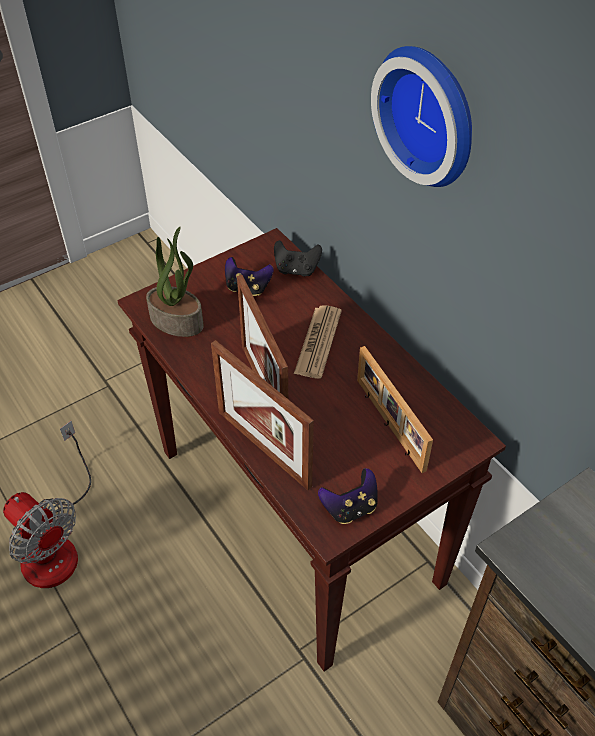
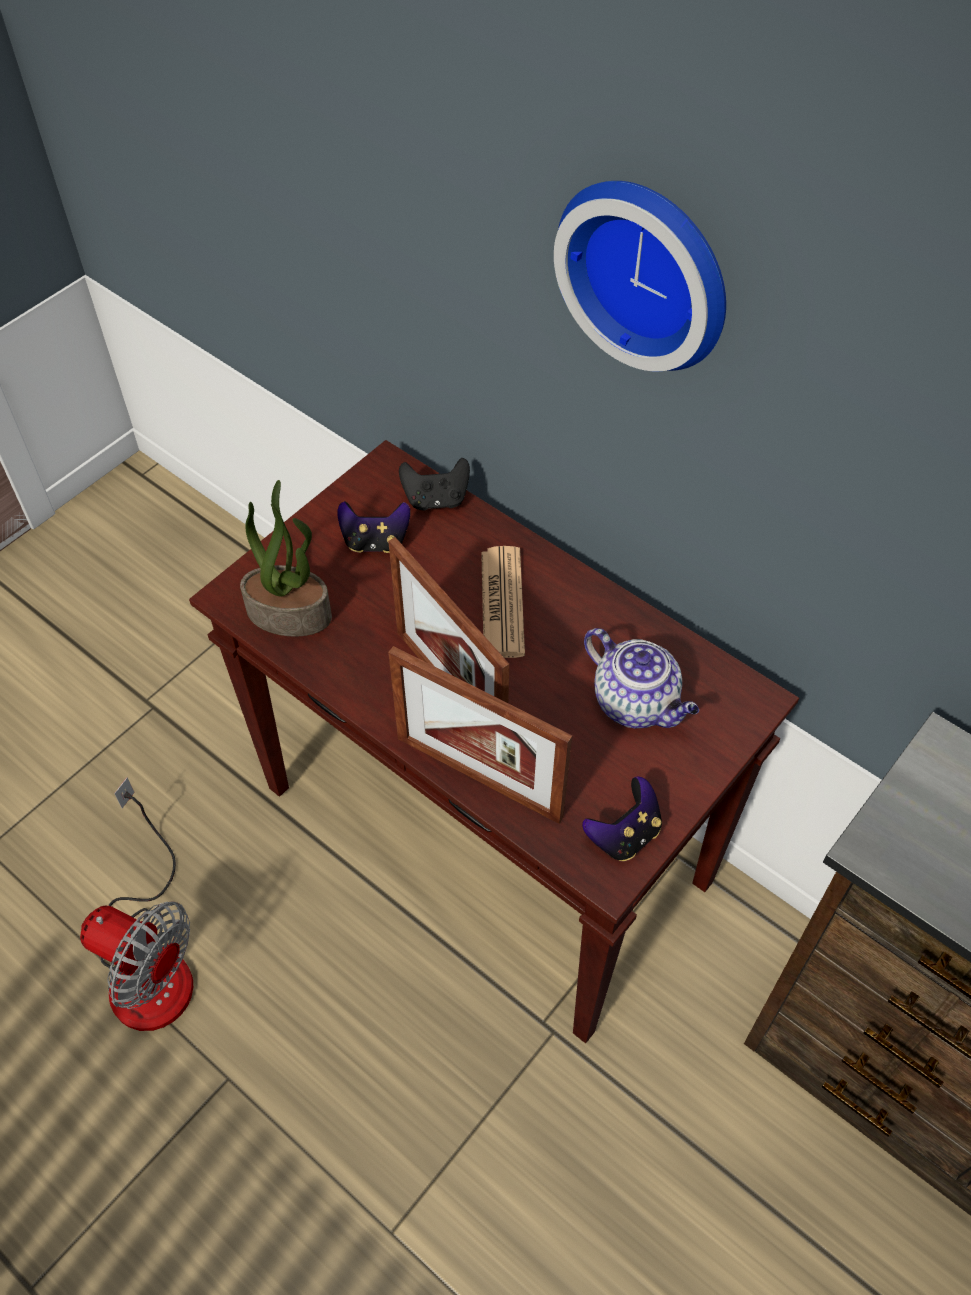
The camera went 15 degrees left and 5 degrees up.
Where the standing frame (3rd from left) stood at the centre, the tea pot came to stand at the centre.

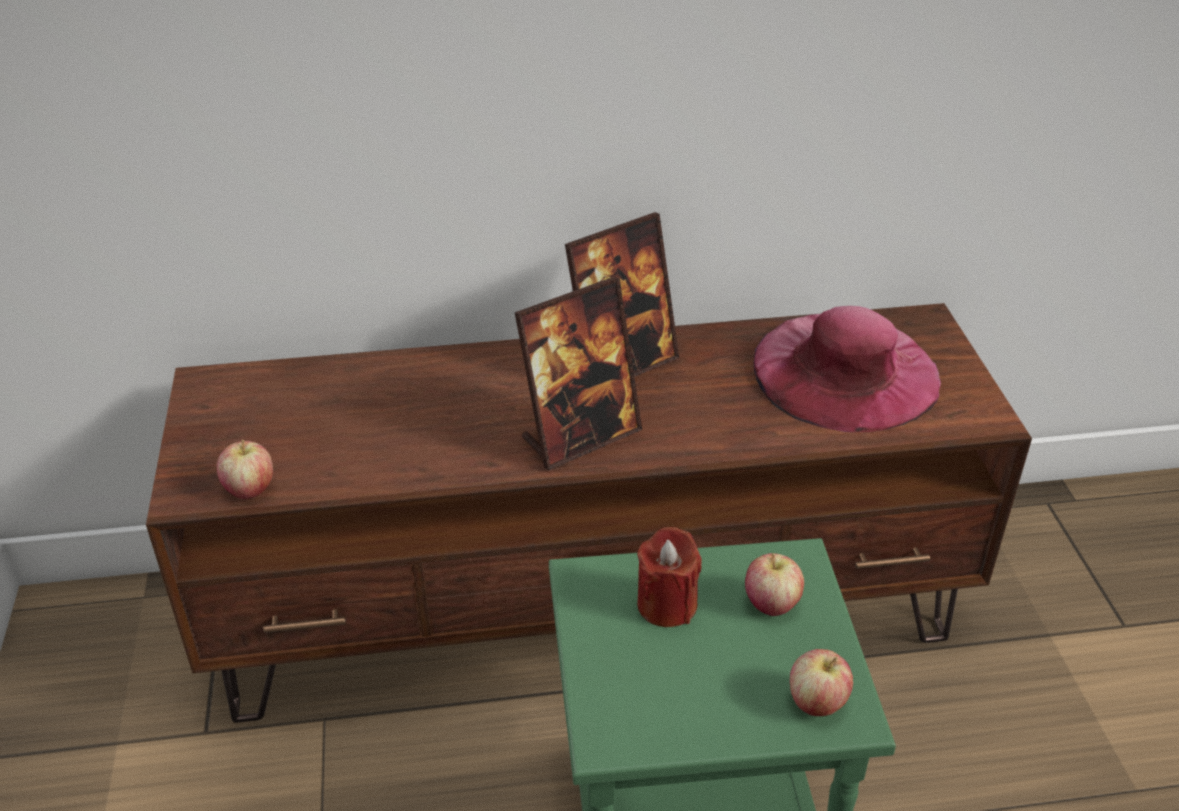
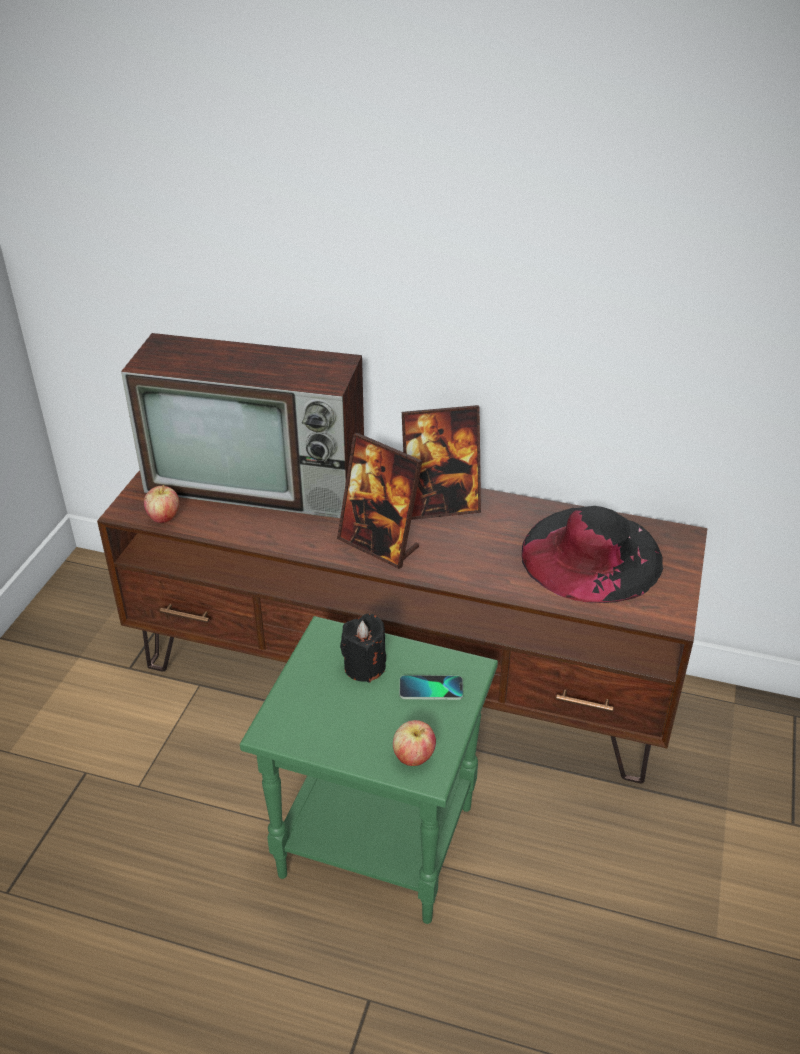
The camera went 25 degrees right and 0 degrees up.
The second view gained the television at the middle left.
The standing frame (1st from left) at the centre ended up facing another way, 45 degrees clockwise from before.
What was the reddish wax candle at the bottom centre turned into the black wax candle at the centre.
Where the whole apple (2nd from left) stood at the bottom centre, the phone came to stand at the centre.
What was the pinkish wearable hat at the middle right turned into the black wearable hat at the middle right.

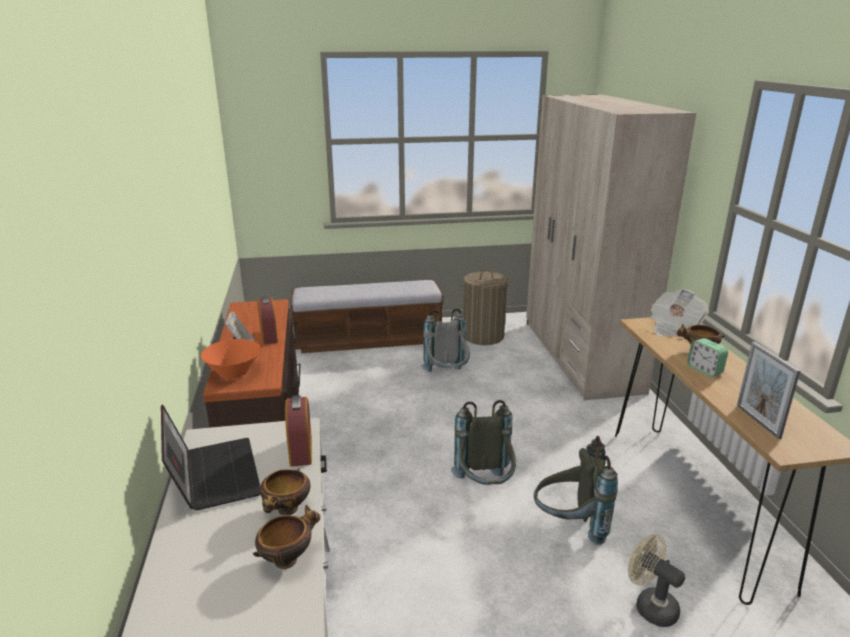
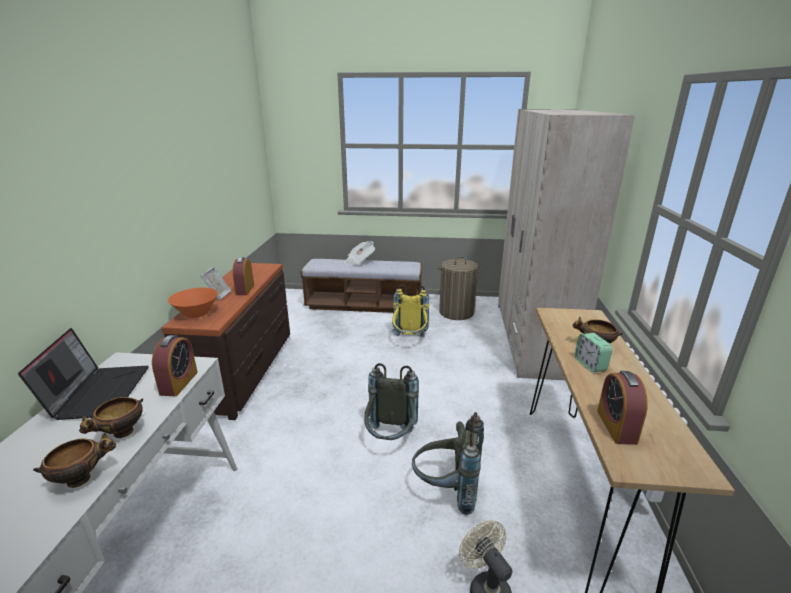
The camera went 15 degrees right and 0 degrees up.
The newspaper ended up elsewhere, having gone from the middle right to the centre.
What was the grey rucksack (1st from left) at the centre turned into the yellowish rucksack at the centre.
Where the standing frame (2nd from left) stood at the middle right, the alarm clock (4th from left) came to stand at the bottom right.

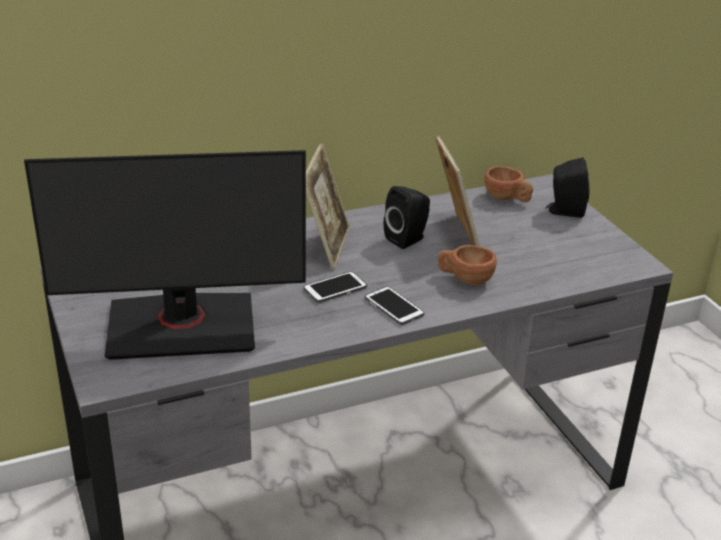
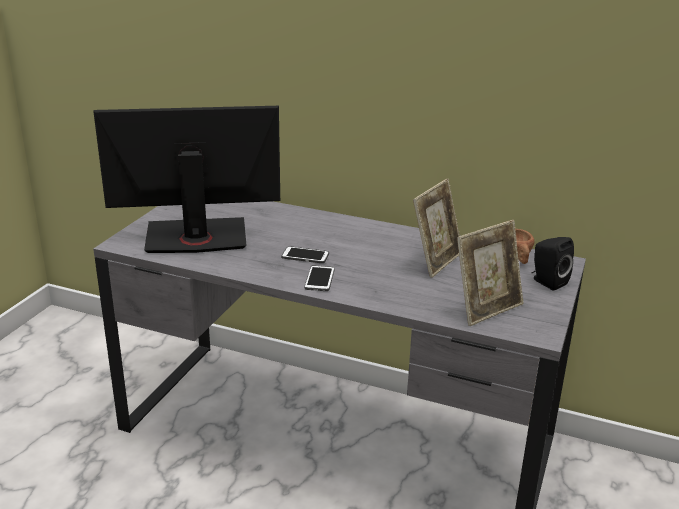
The camera went 45 degrees right and 5 degrees down.
The computer display at the middle left ended up facing another way, 135 degrees clockwise from before.
The standing frame (1st from left in the first image) ended up elsewhere, having gone from the centre to the middle right.
The second view lost the black loudspeaker (1st from left) at the centre.
The second view lost the brownish cup (1st from left) at the centre.

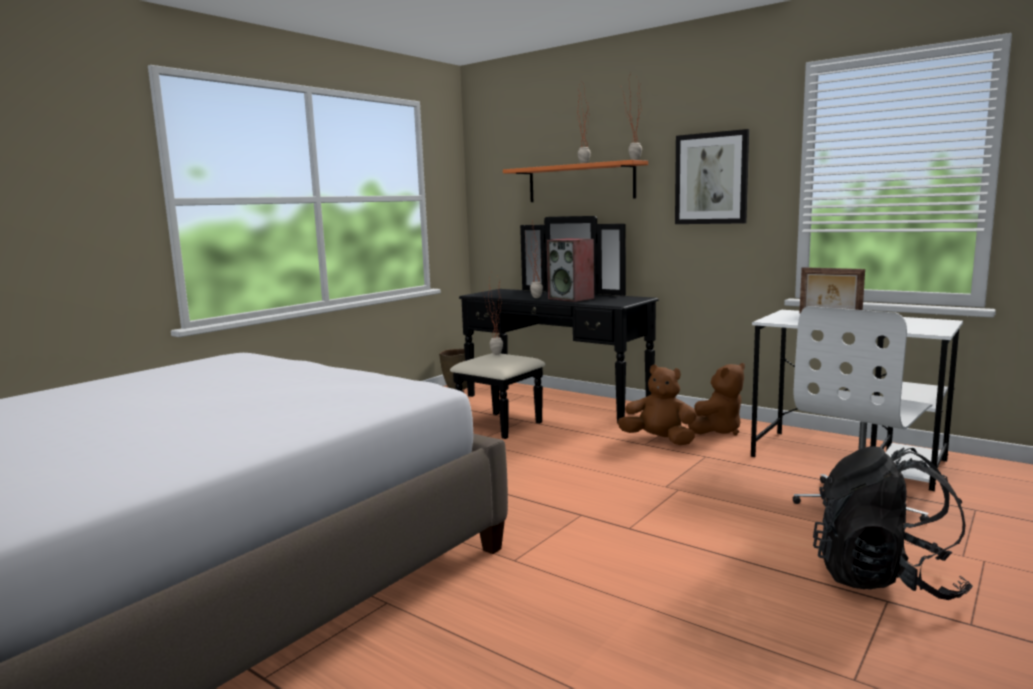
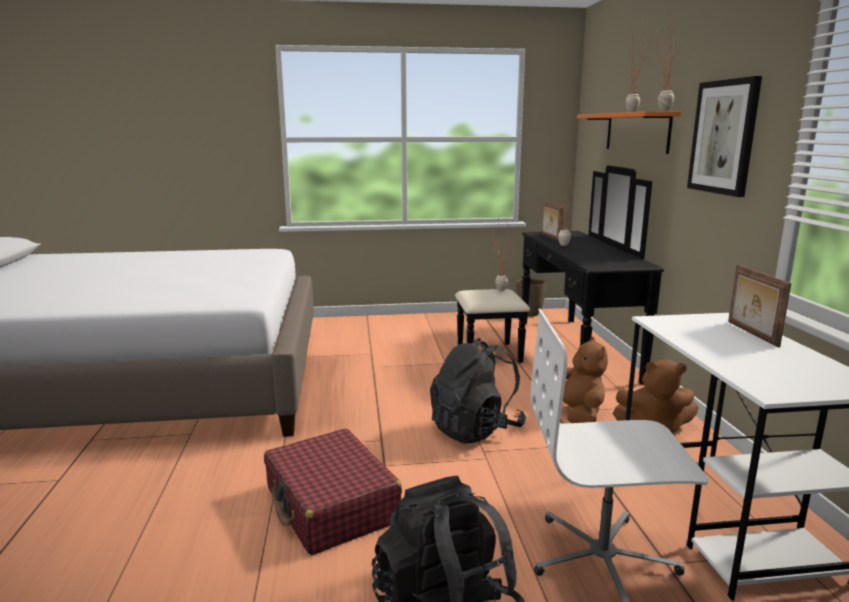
The camera went 45 degrees right and 5 degrees up.
The second view gained the reddish travel case at the bottom centre.
The second view gained the black rucksack (2nd from left) at the centre.
The second view gained the standing frame (1st from left) at the centre.
The second view lost the loudspeaker at the centre.

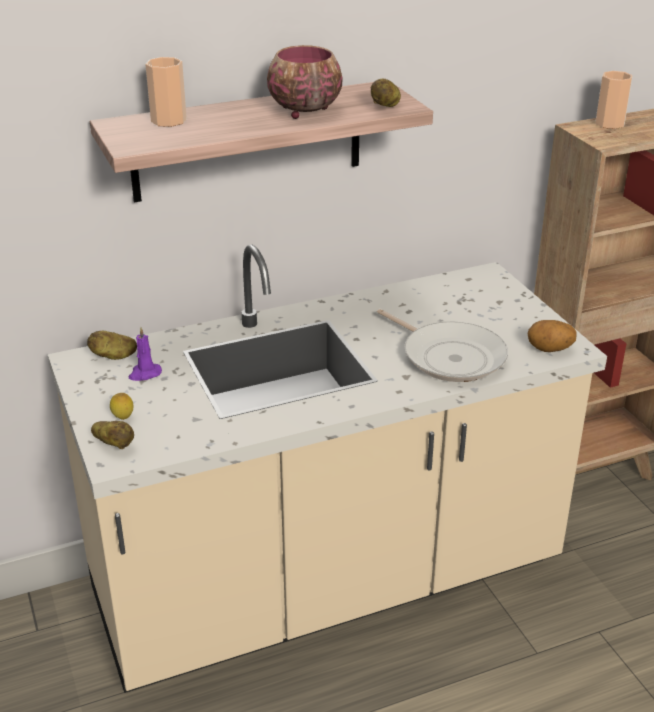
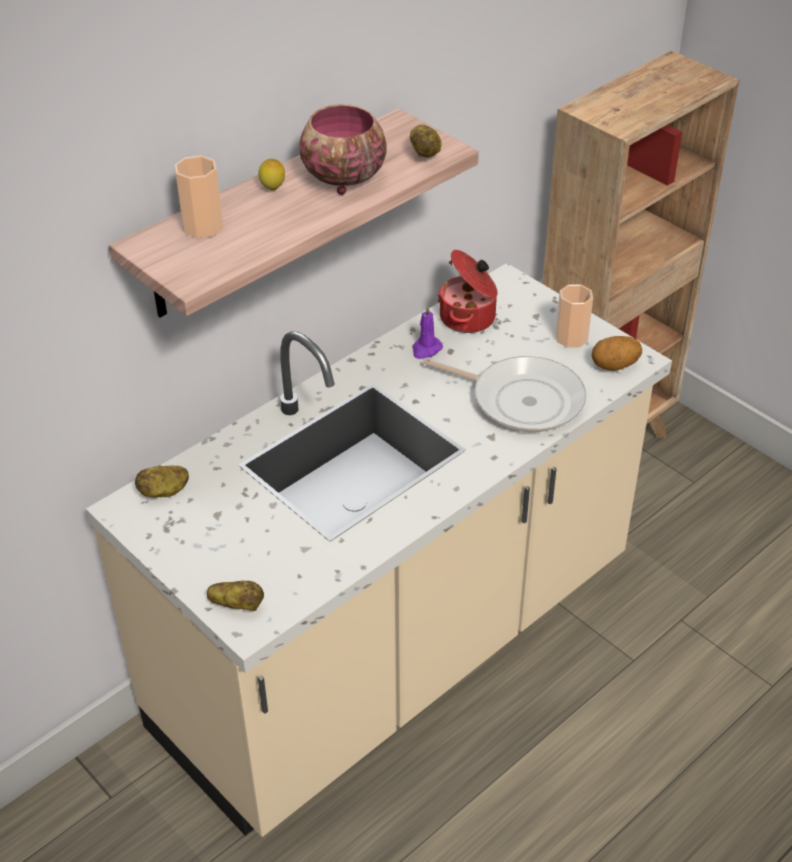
The camera went 20 degrees left and 10 degrees up.
The lemon ended up elsewhere, having gone from the middle left to the top centre.
The purple wax candle ended up elsewhere, having gone from the middle left to the centre.
The second view gained the saucepot at the centre.
The cup (2nd from left) ended up elsewhere, having gone from the top right to the middle right.

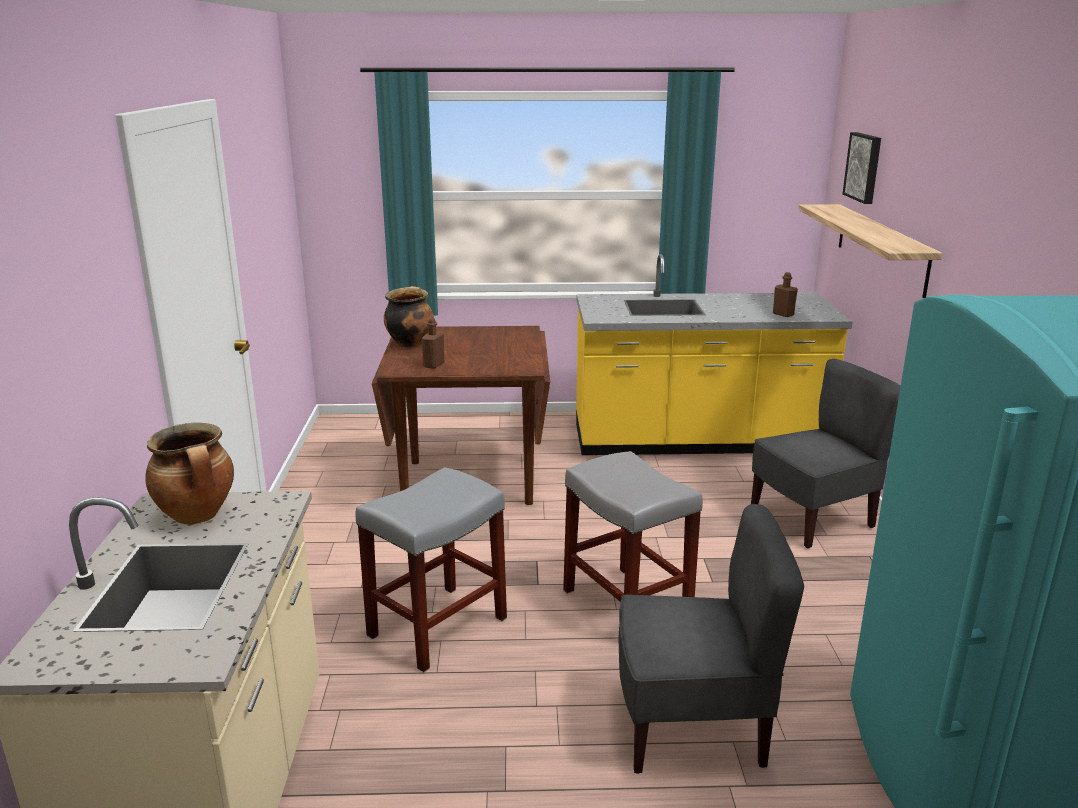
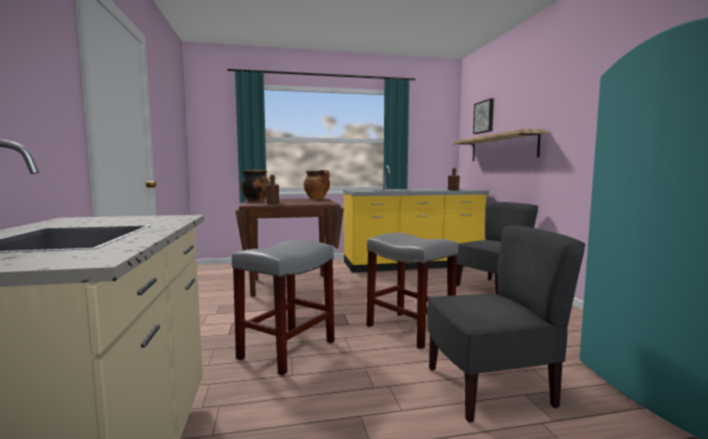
The camera went 10 degrees left and 15 degrees down.
The saucepot (1st from left in the first image) ended up elsewhere, having gone from the middle left to the centre.

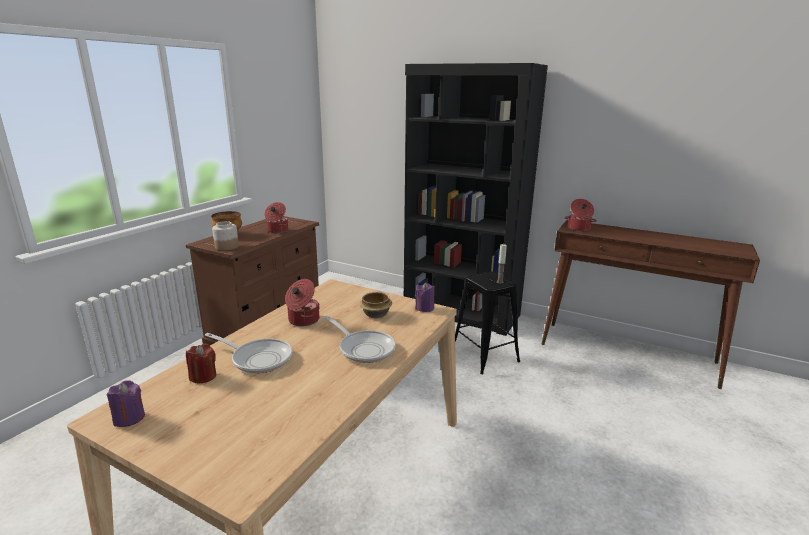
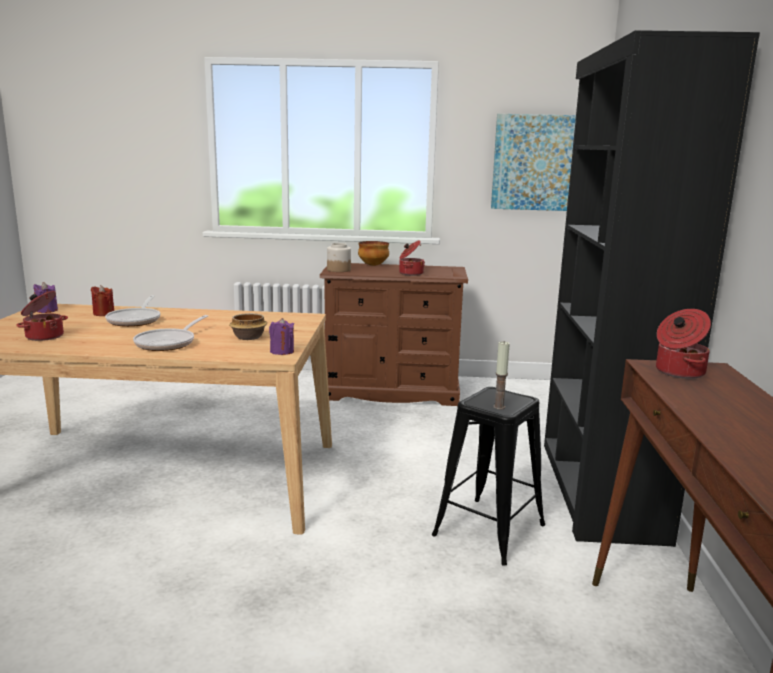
The camera went 65 degrees right and 5 degrees down.
The saucepot (2nd from left in the first image) ended up elsewhere, having gone from the centre to the middle left.
The second view gained the picture at the top right.

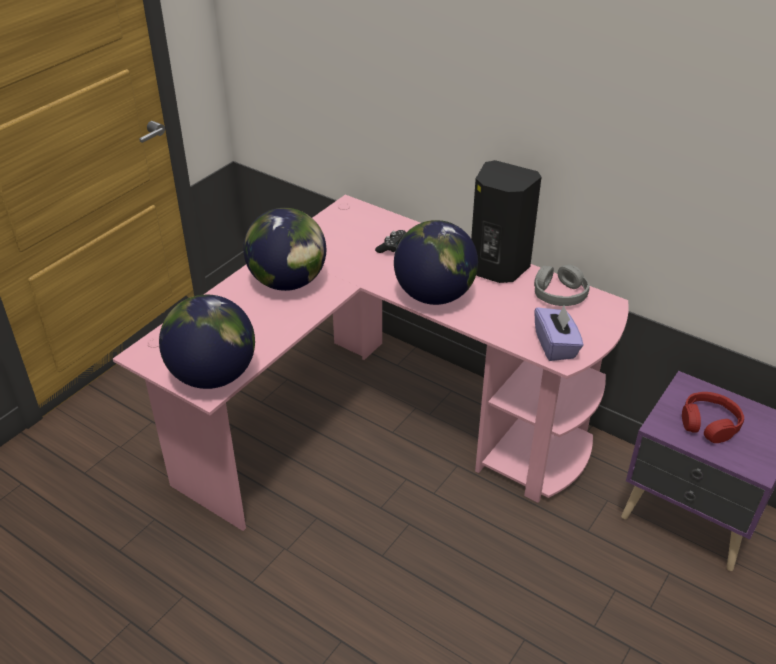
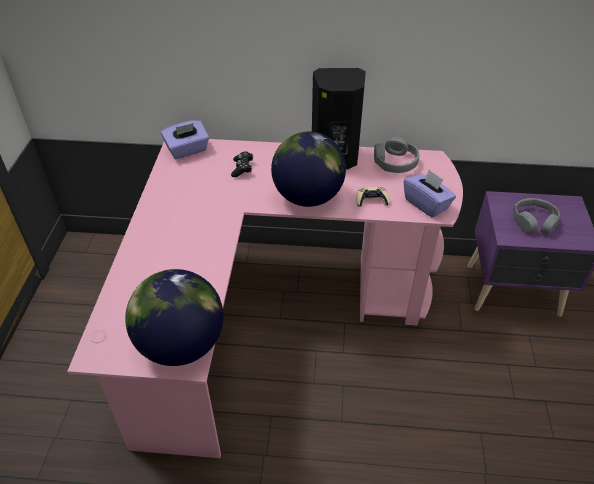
The camera went 30 degrees left and 5 degrees up.
The second view gained the purple tissue holder (1st from left) at the top left.
The second view gained the sand-coloured gamepad at the centre.
What was the reddish headset at the middle right turned into the grey headset (2nd from left) at the middle right.
The second view lost the globe (2nd from left) at the centre.

